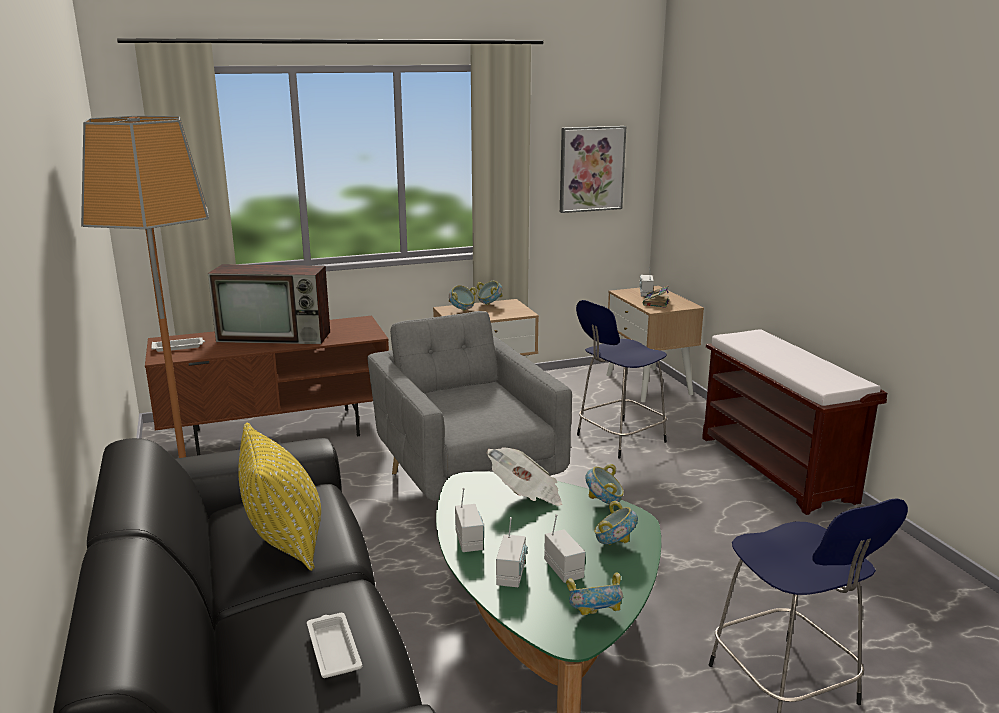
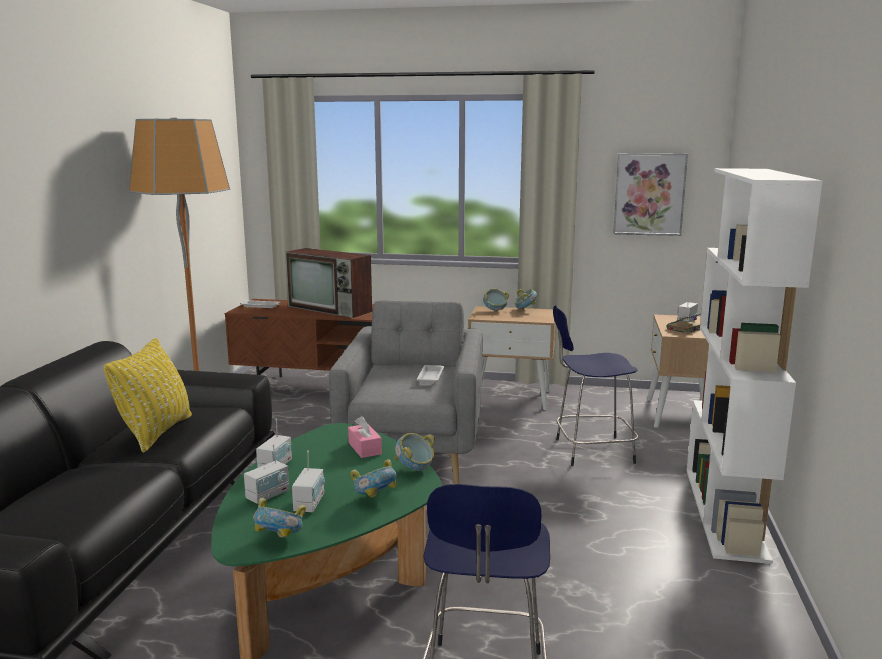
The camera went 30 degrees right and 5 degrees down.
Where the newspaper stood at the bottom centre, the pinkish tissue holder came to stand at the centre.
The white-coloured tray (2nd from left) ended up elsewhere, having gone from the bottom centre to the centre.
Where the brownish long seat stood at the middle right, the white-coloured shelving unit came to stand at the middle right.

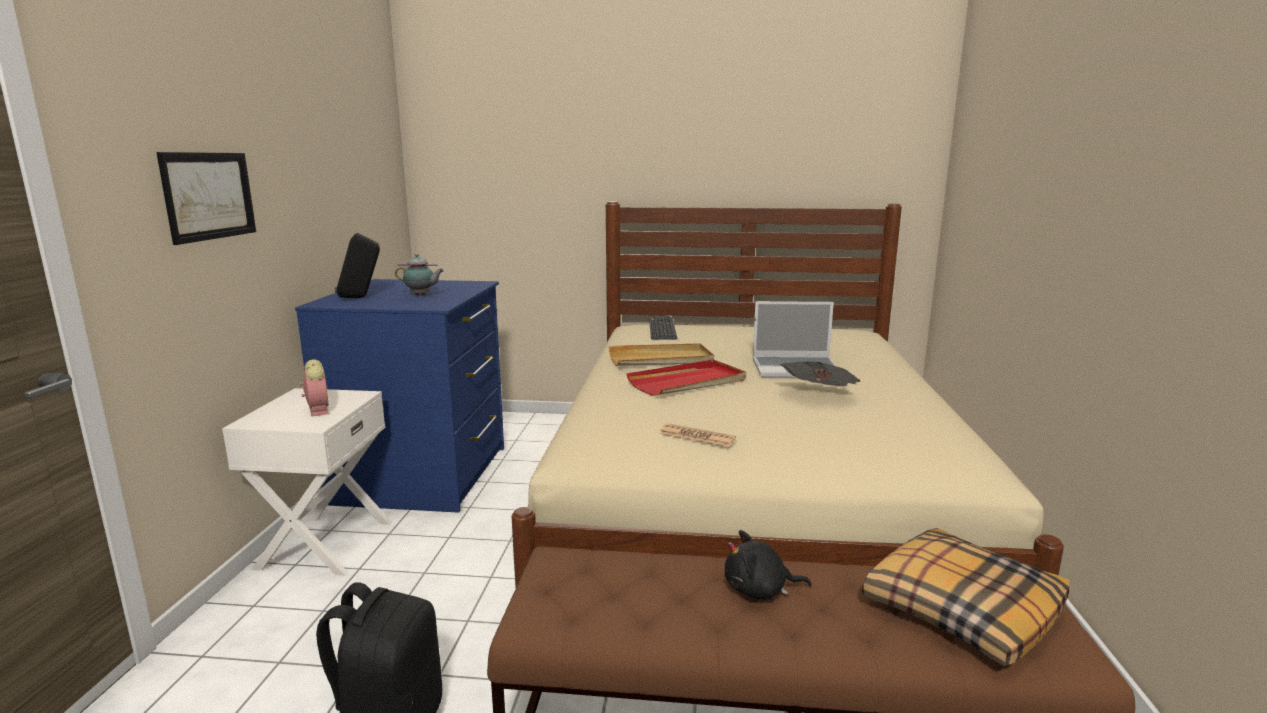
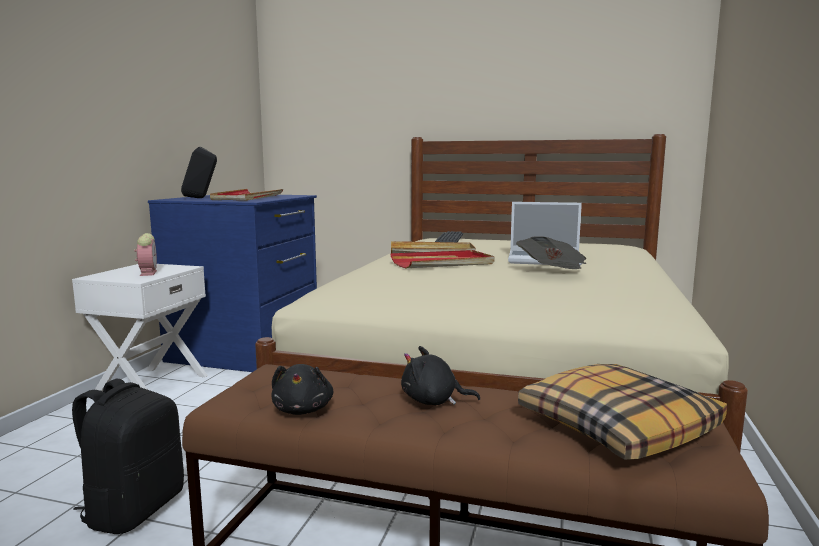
The camera went 10 degrees right and 5 degrees down.
Where the tea pot stood at the middle left, the reddish tray (1st from left) came to stand at the middle left.
The second view gained the black plush toy (1st from left) at the bottom centre.
The second view lost the picture at the top left.
The second view lost the newspaper (1st from left) at the centre.

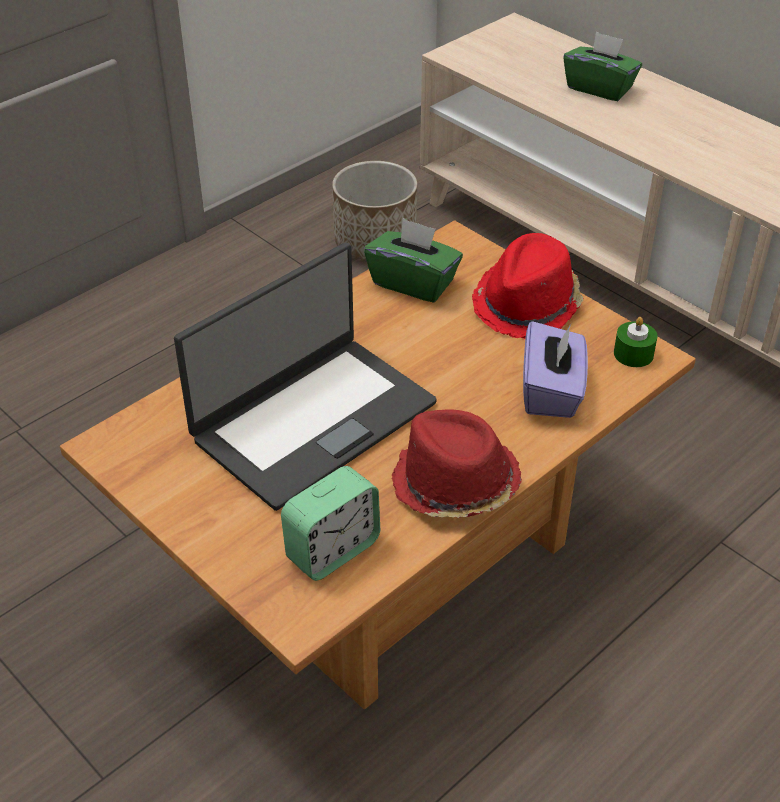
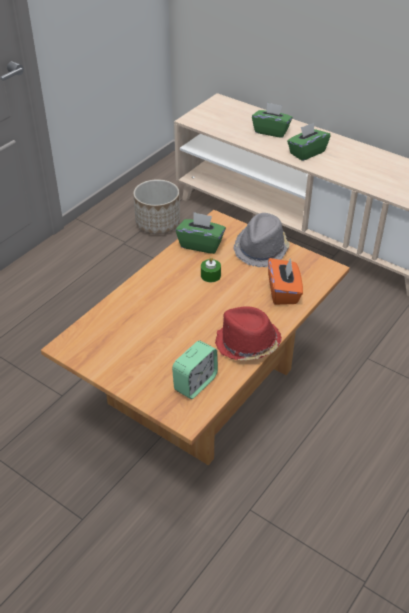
The camera went 10 degrees left and 0 degrees up.
The green wax candle ended up elsewhere, having gone from the middle right to the centre.
What was the reddish wearable hat (2nd from left) at the middle right turned into the grey wearable hat at the centre.
What was the purple tissue holder at the middle right turned into the orange tissue holder at the middle right.
The second view gained the green tissue holder (3rd from left) at the top right.
The second view lost the laptop at the centre.

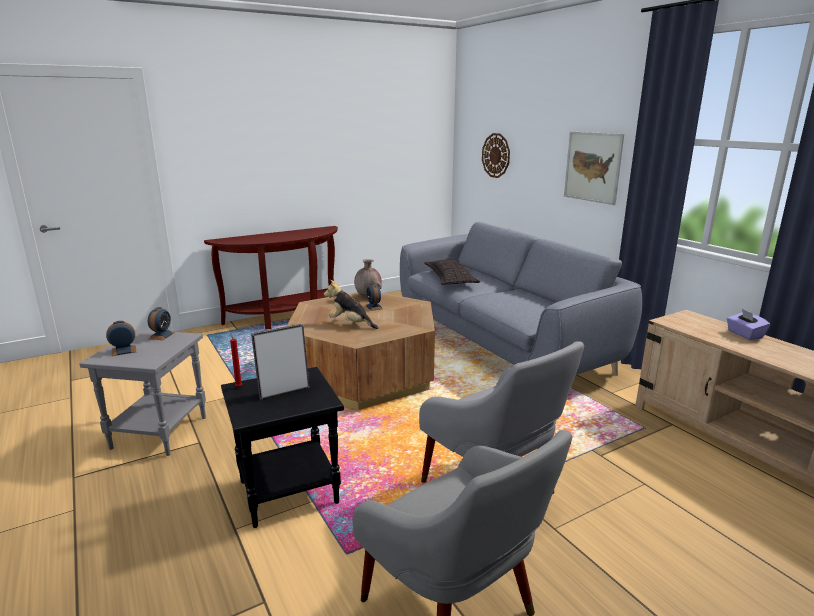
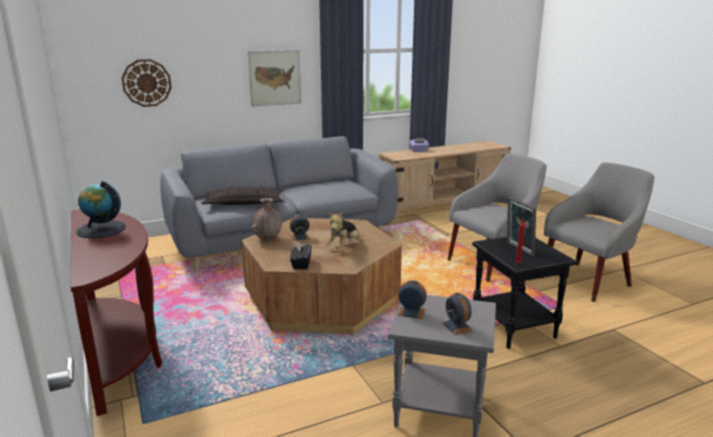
The camera went 85 degrees left and 0 degrees up.
The second view gained the globe at the middle left.
The second view gained the black tissue holder at the centre.

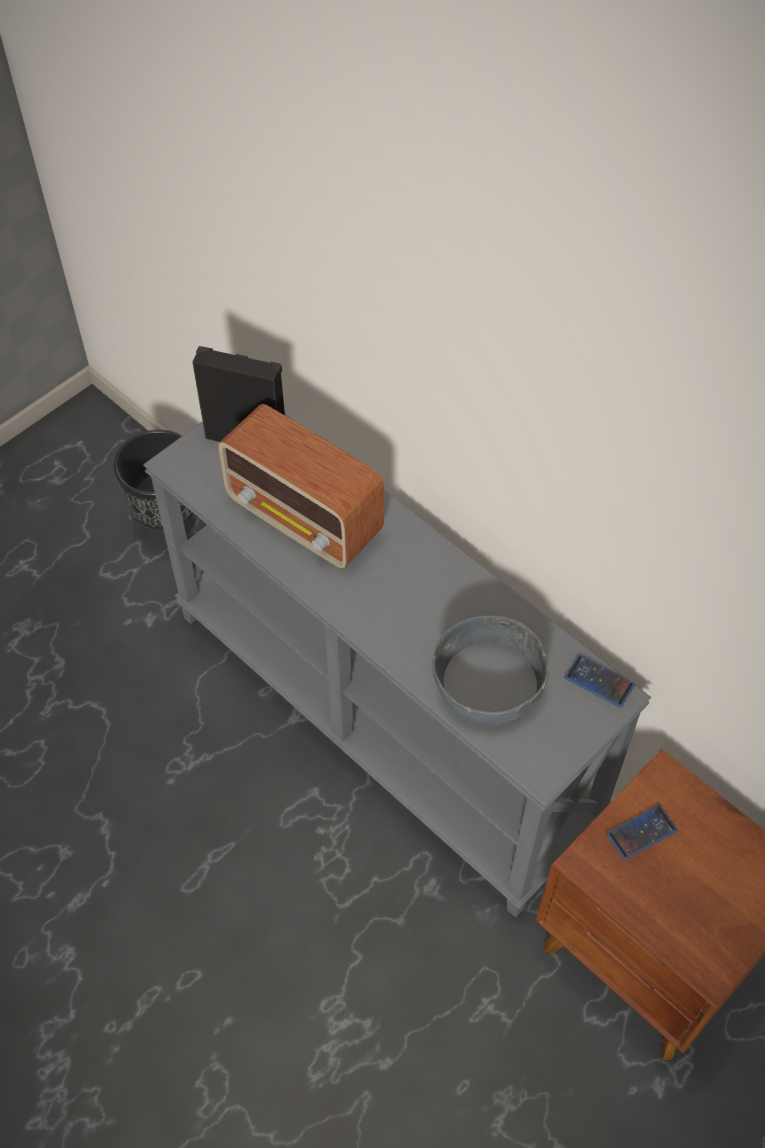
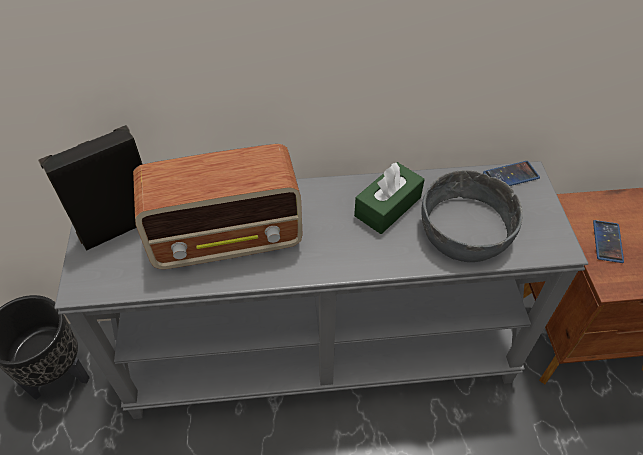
The camera went 50 degrees left and 5 degrees down.
The second view gained the green tissue holder at the centre.

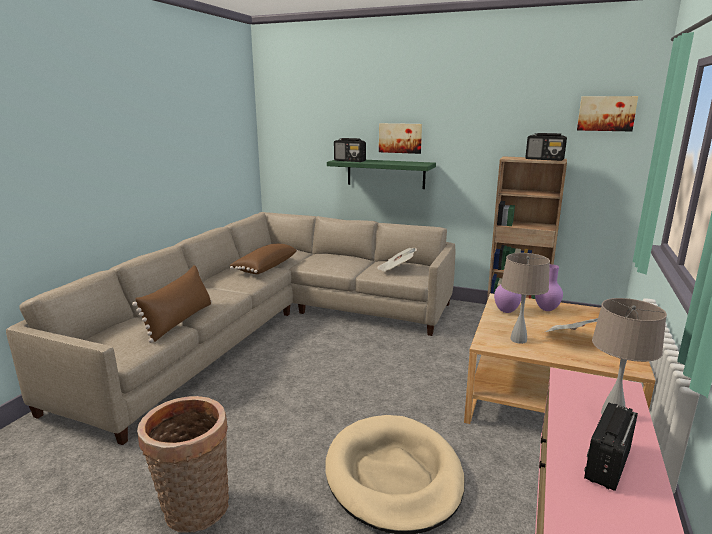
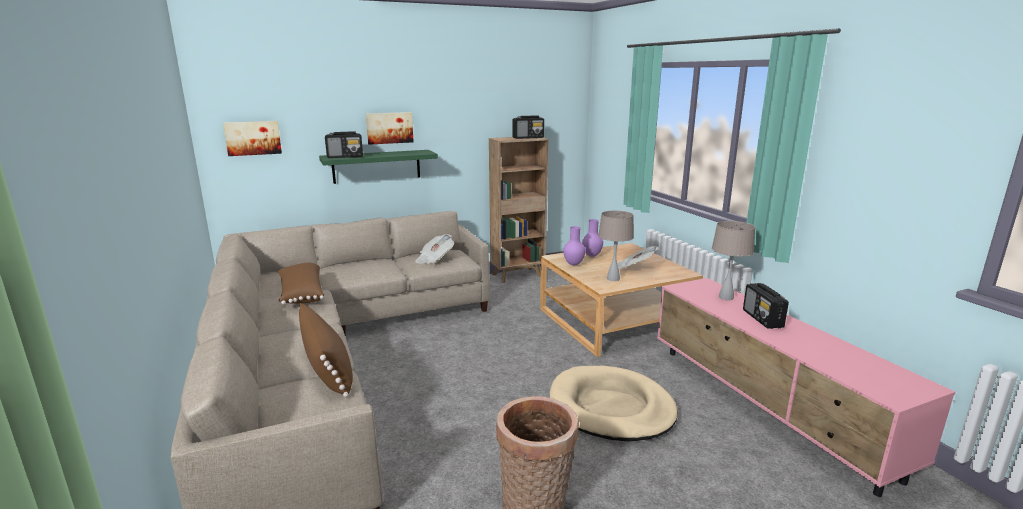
The camera went 45 degrees left and 0 degrees up.
The picture (2nd from left in the first image) ended up elsewhere, having gone from the top right to the top left.

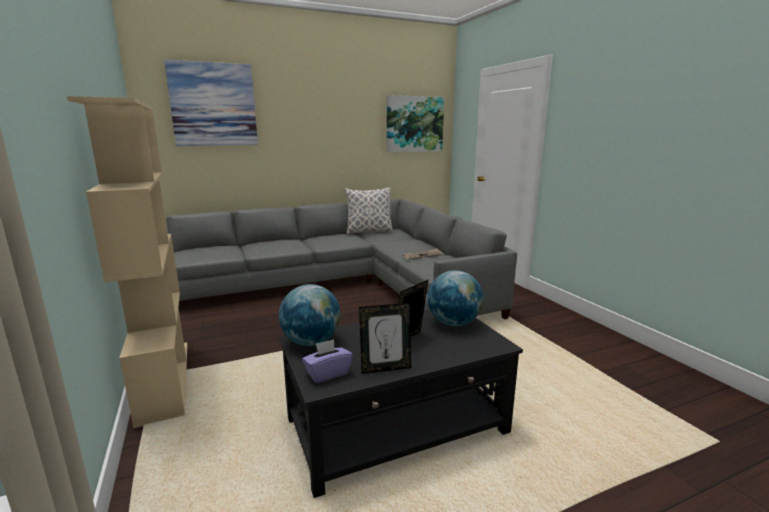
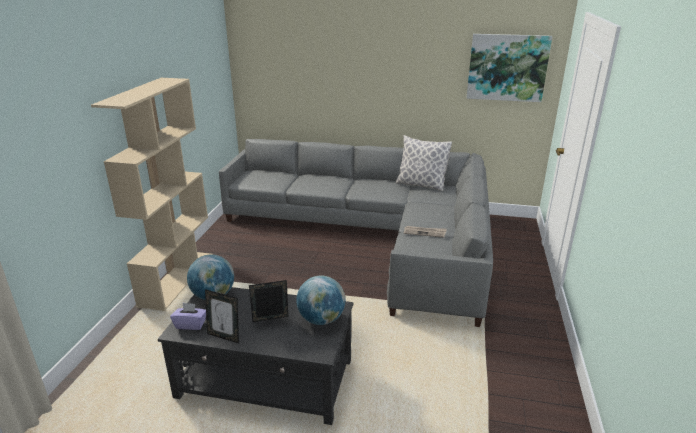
The camera went 35 degrees right and 10 degrees up.
The second view lost the picture (1st from left) at the top left.

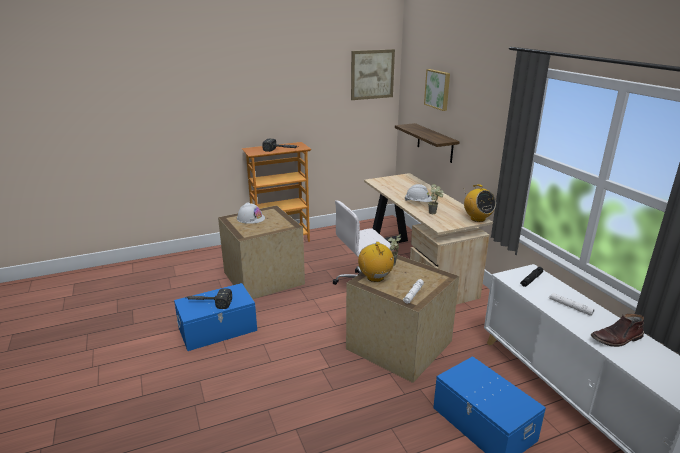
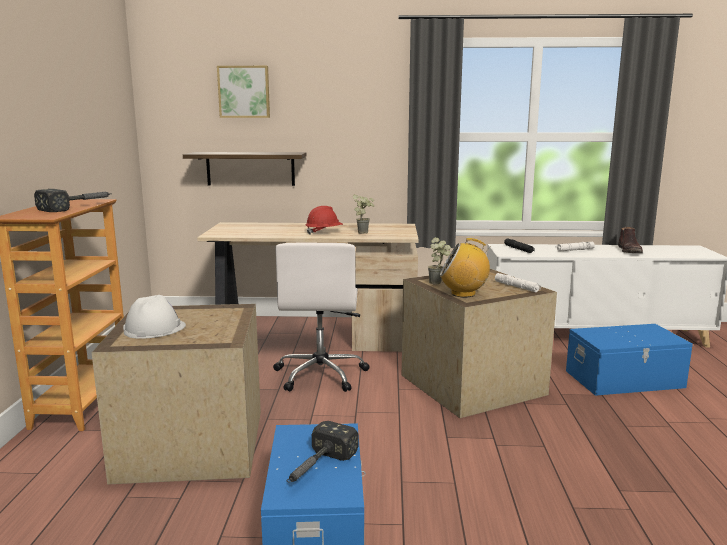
The camera went 65 degrees left and 10 degrees down.
What was the white-coloured work helmet (2nd from left) at the centre turned into the reddish work helmet at the centre.
The second view lost the picture (1st from left) at the top centre.
The second view lost the radio (2nd from left) at the middle right.

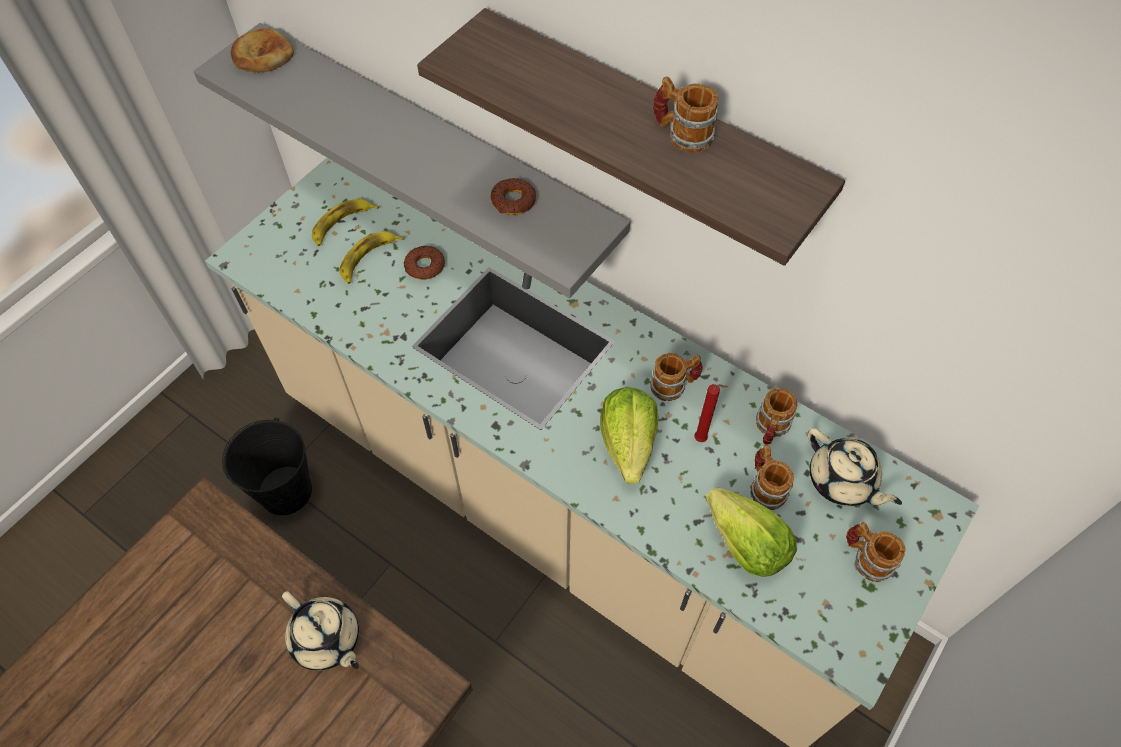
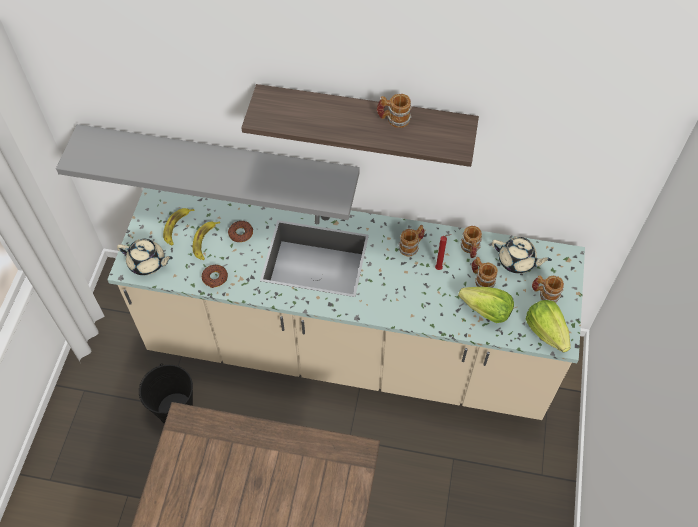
The camera went 25 degrees left and 0 degrees up.
The sand-coloured tea pot (1st from left) ended up elsewhere, having gone from the bottom left to the middle left.
The doughnut (2nd from left in the first image) ended up elsewhere, having gone from the top centre to the middle left.
The lettuce (1st from left in the first image) ended up elsewhere, having gone from the centre to the middle right.
The second view lost the bread at the top left.

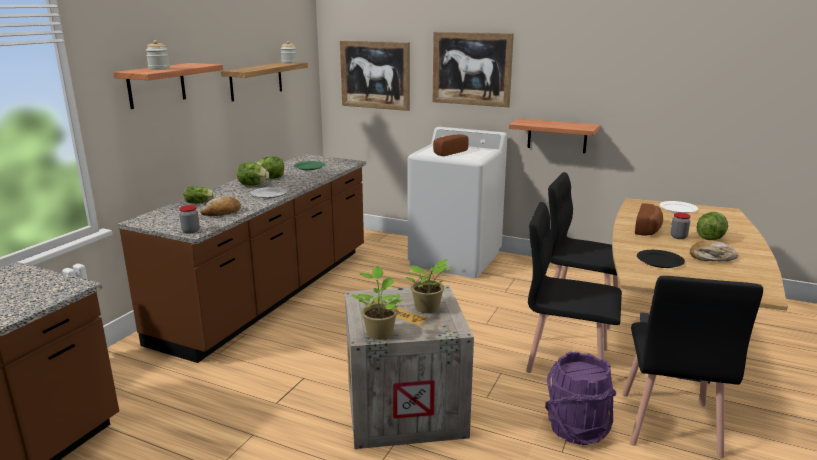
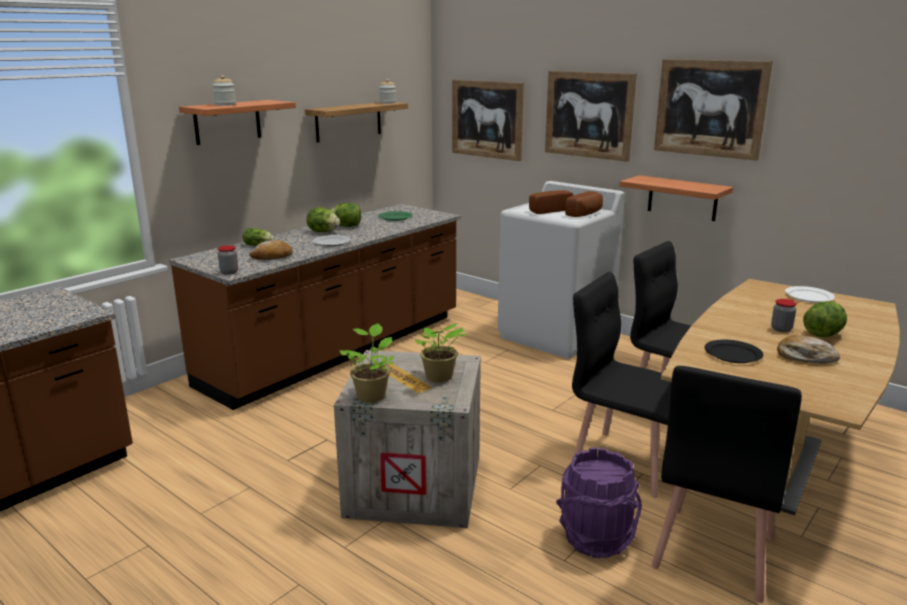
The camera went 15 degrees right and 0 degrees up.
The bread (3rd from left) ended up elsewhere, having gone from the middle right to the centre.
The second view gained the picture (3rd from left) at the top right.

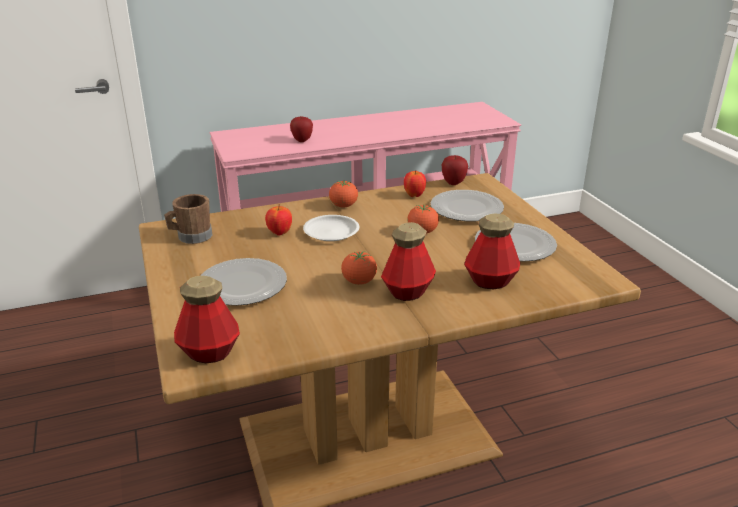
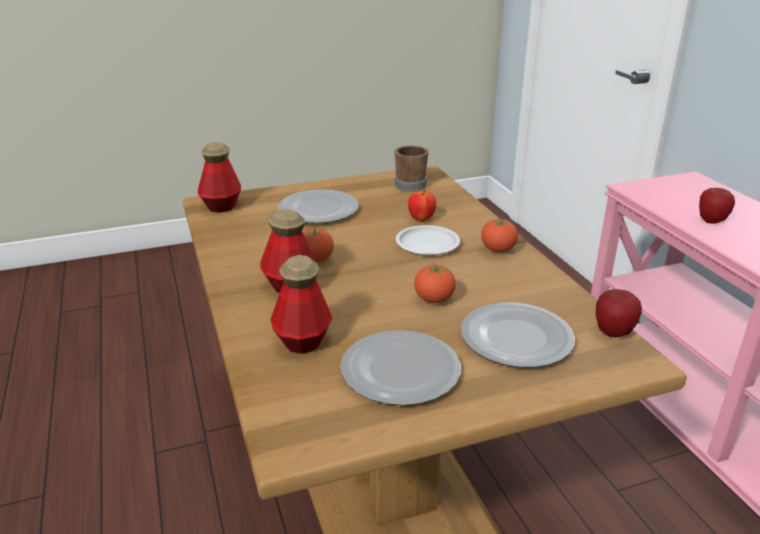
The camera went 90 degrees right and 0 degrees up.
The second view lost the whole apple (3rd from left) at the centre.

